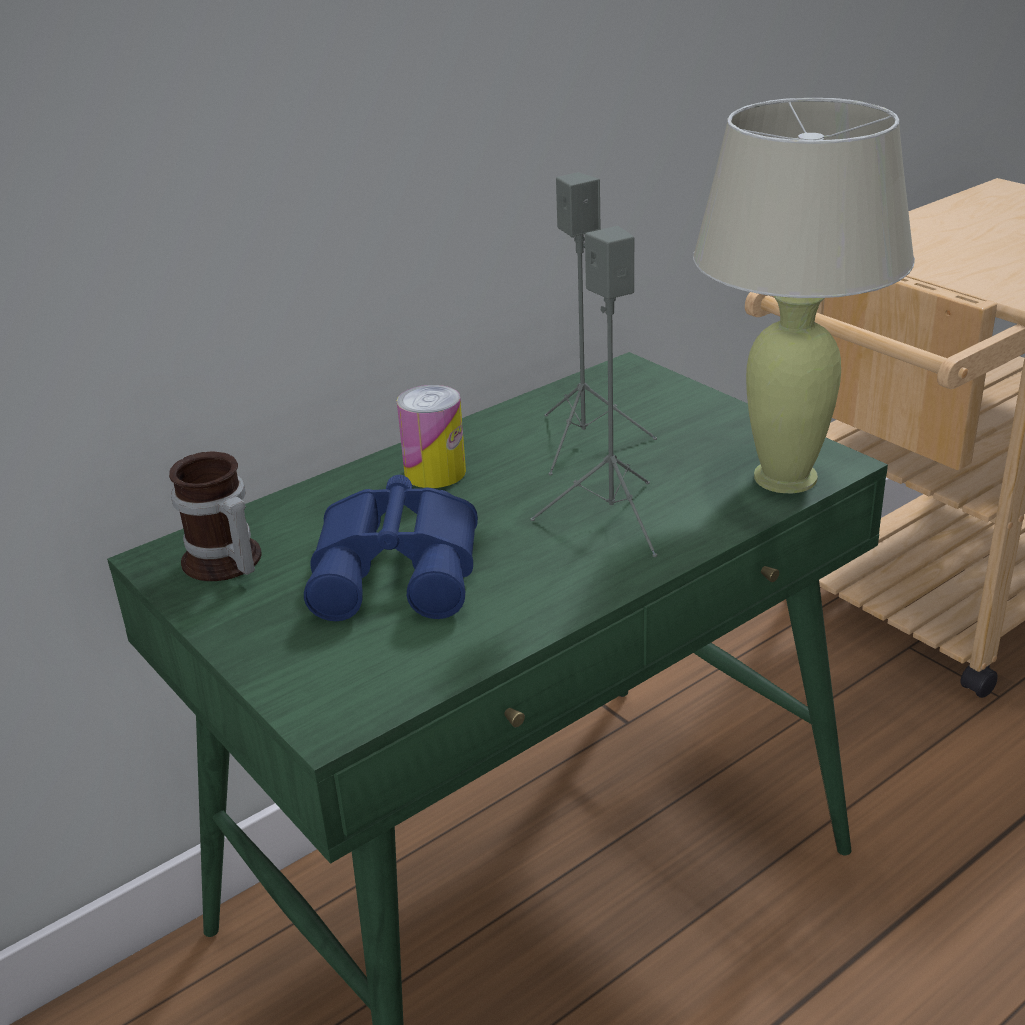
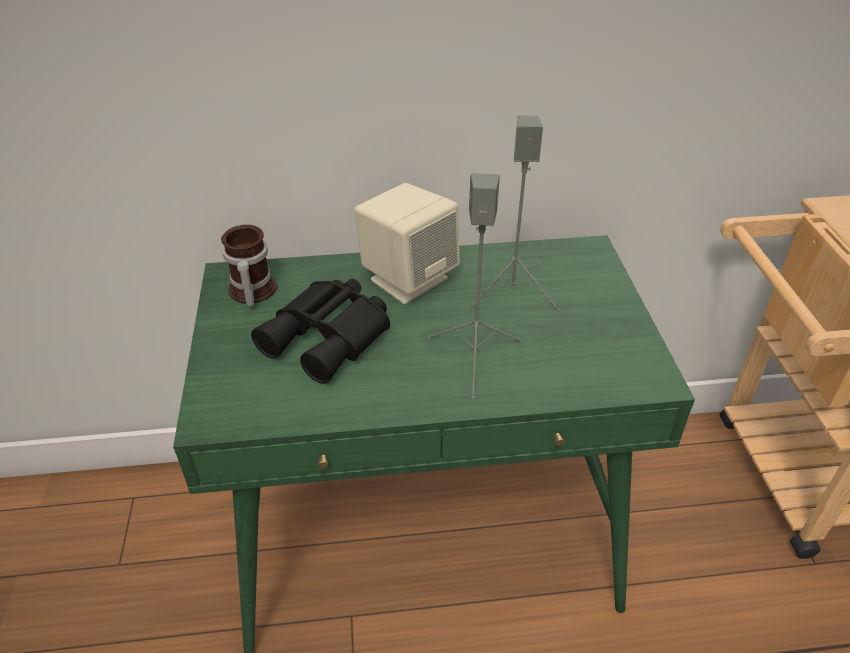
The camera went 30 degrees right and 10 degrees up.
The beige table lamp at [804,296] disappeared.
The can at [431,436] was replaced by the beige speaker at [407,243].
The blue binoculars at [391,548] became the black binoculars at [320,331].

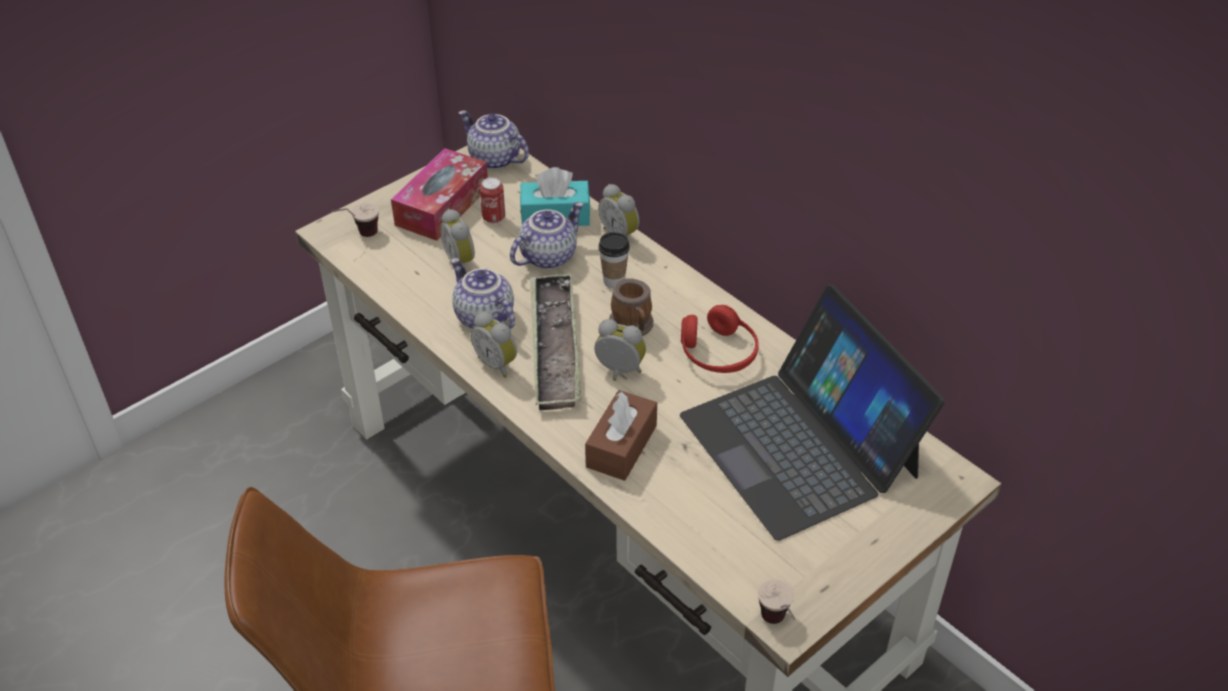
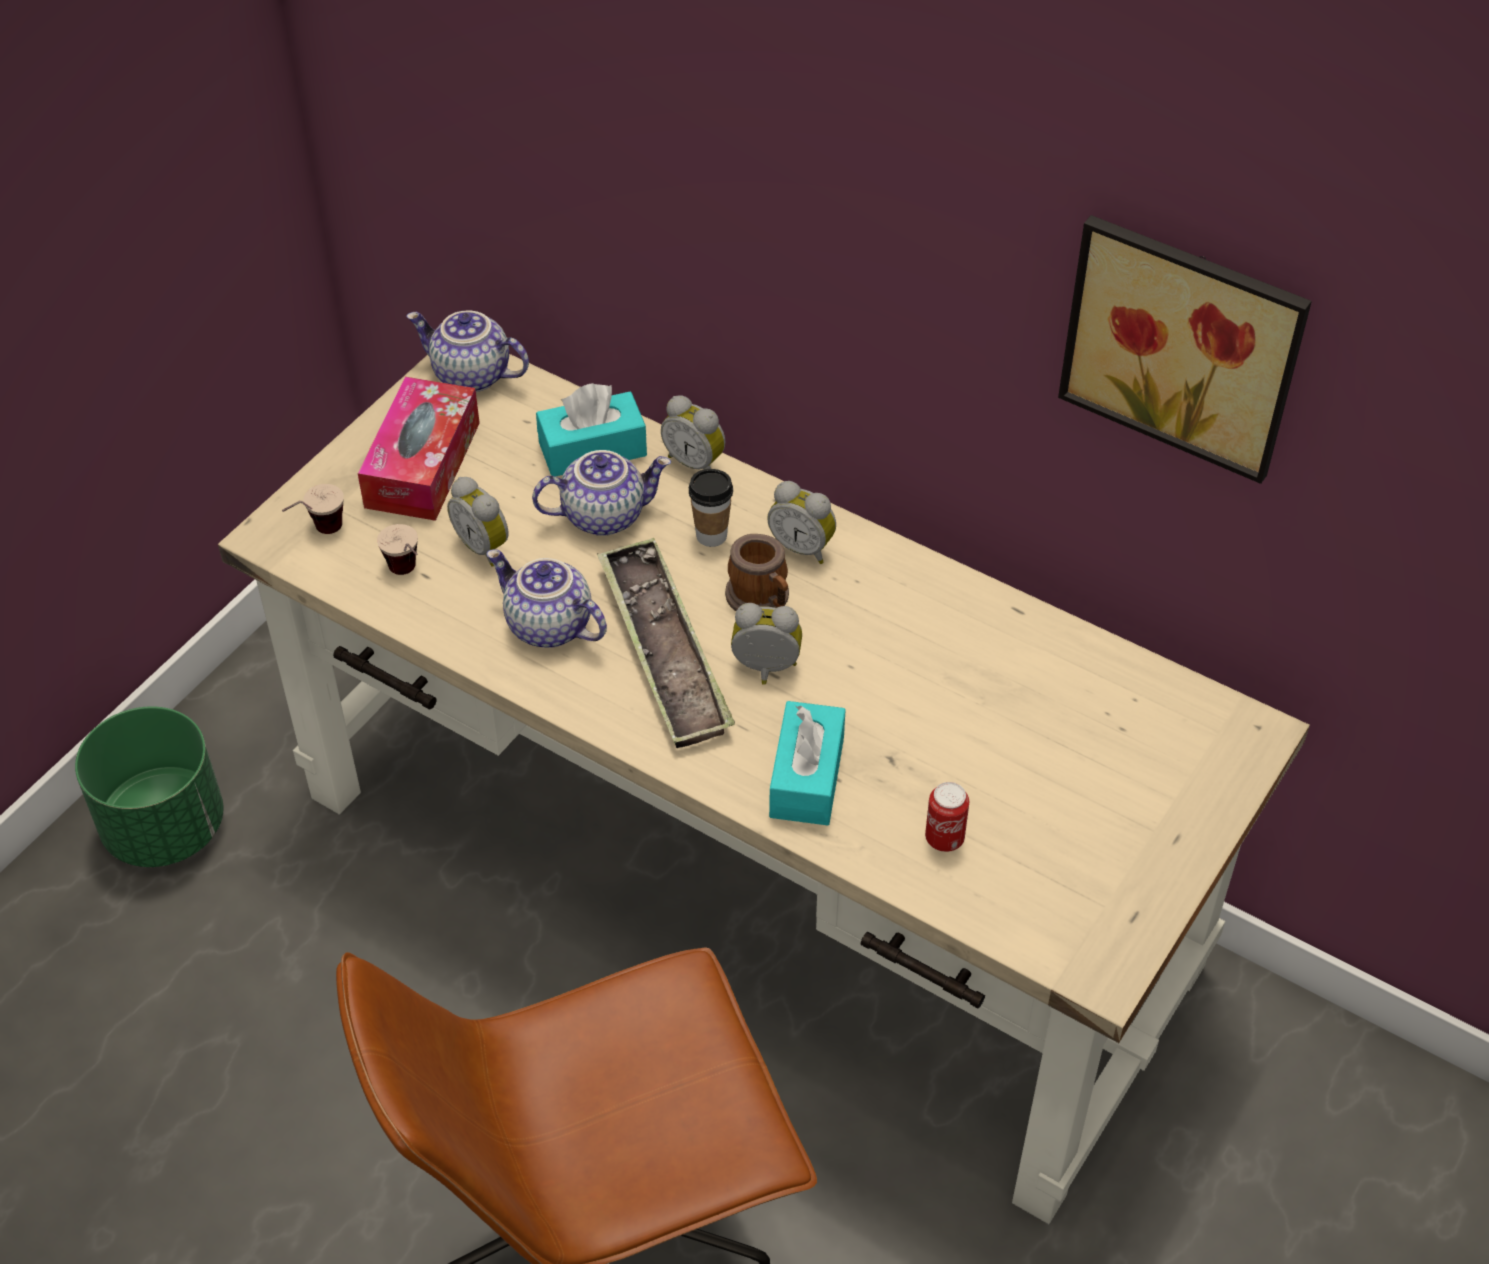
The camera went 15 degrees left and 5 degrees up.
The laptop at [812,413] disappeared.
The red headphones at [720,339] disappeared.
The green planter at [149,786] appeared.
The picture at [1185,349] appeared.
The alarm clock moved from [494,344] to [801,522].
The can moved from [492,200] to [947,817].
The cup moved from [776,602] to [397,549].
The brown tissue box at [621,435] became the turquoise tissue box at [807,763].
The teapot at [547,235] turned 45 degrees clockwise.

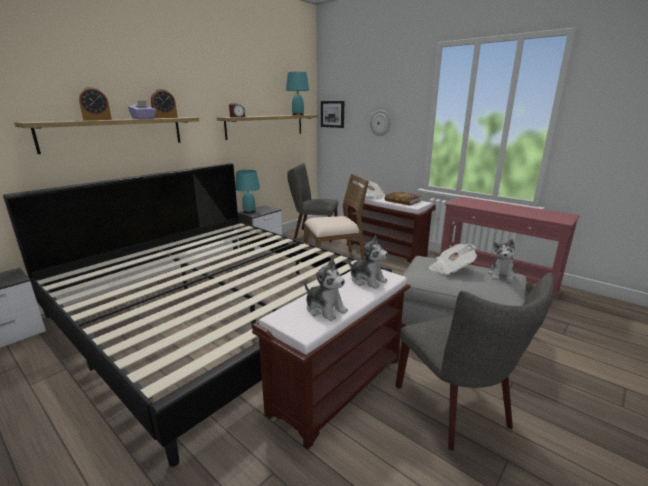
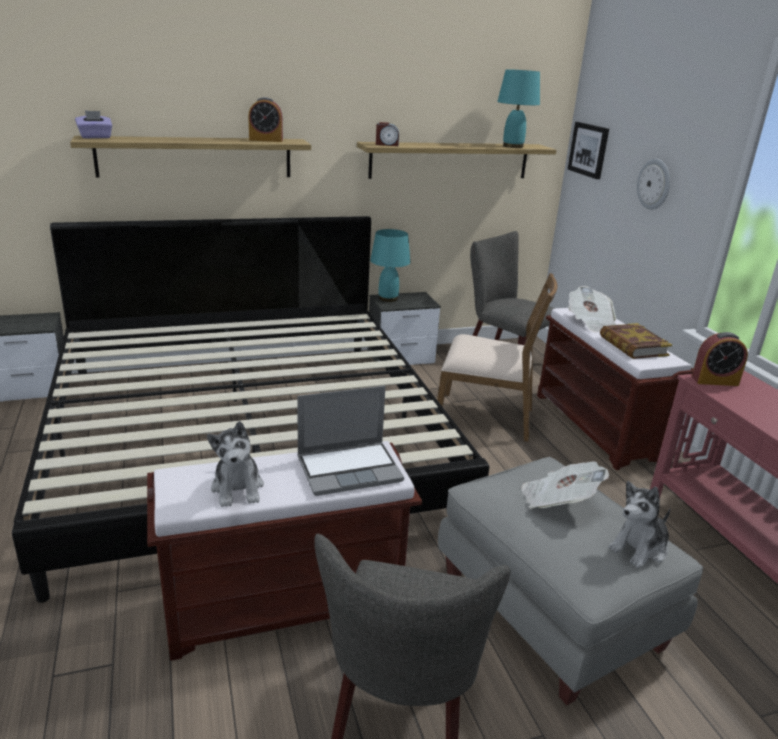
The camera went 30 degrees right and 5 degrees up.
The alarm clock moved from [95,103] to [720,359].
The purple tissue box moved from [142,109] to [93,124].
The plush toy at [367,262] was replaced by the laptop at [350,441].

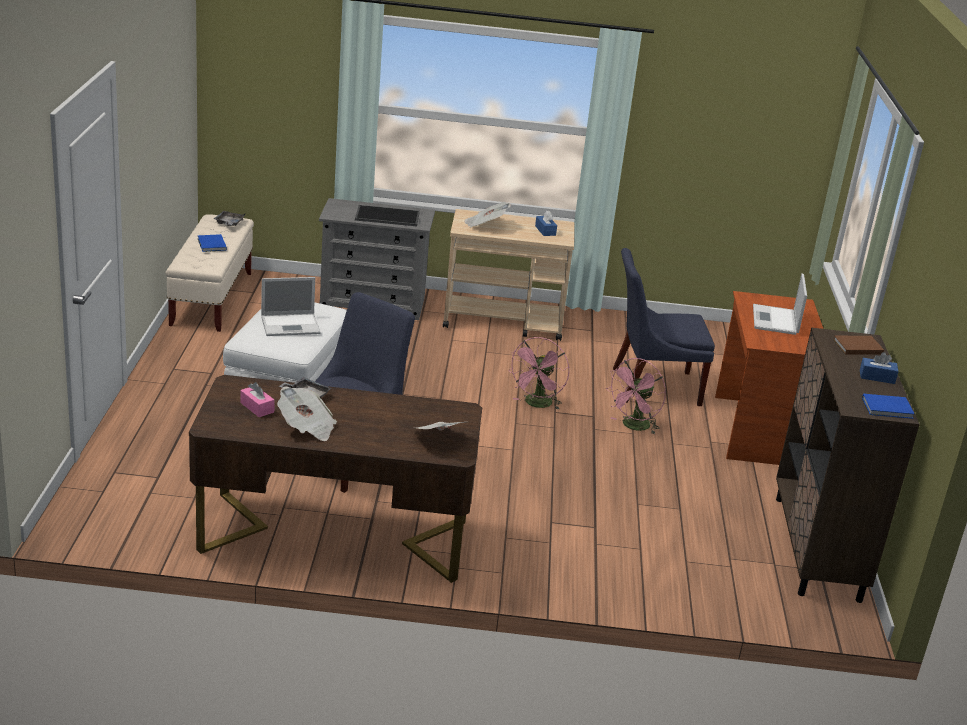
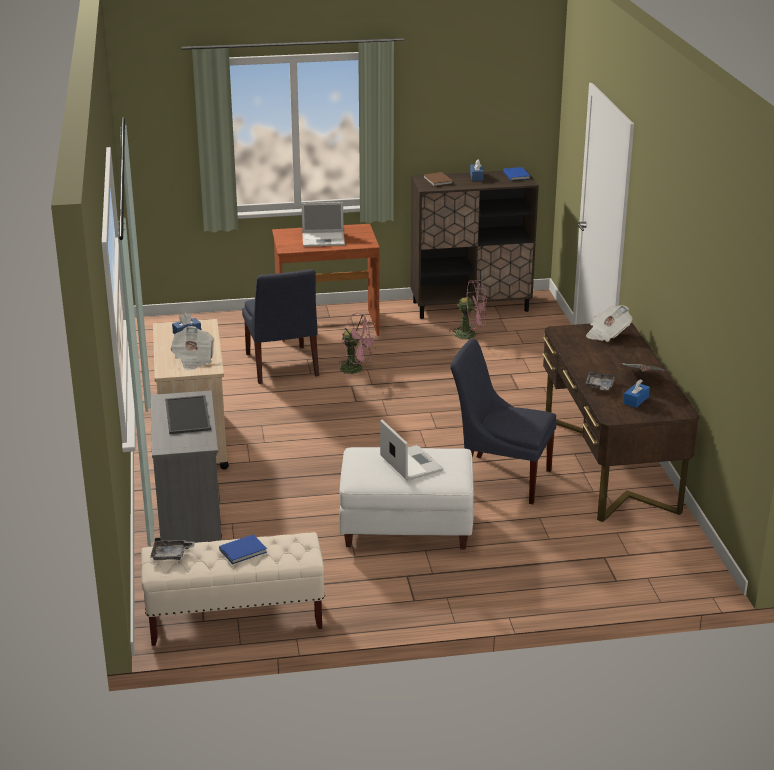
The camera went 100 degrees left and 0 degrees up.
The pink fan moved from [538,373] to [468,310].
The pink tissue box at [257,399] became the blue tissue box at [636,393].

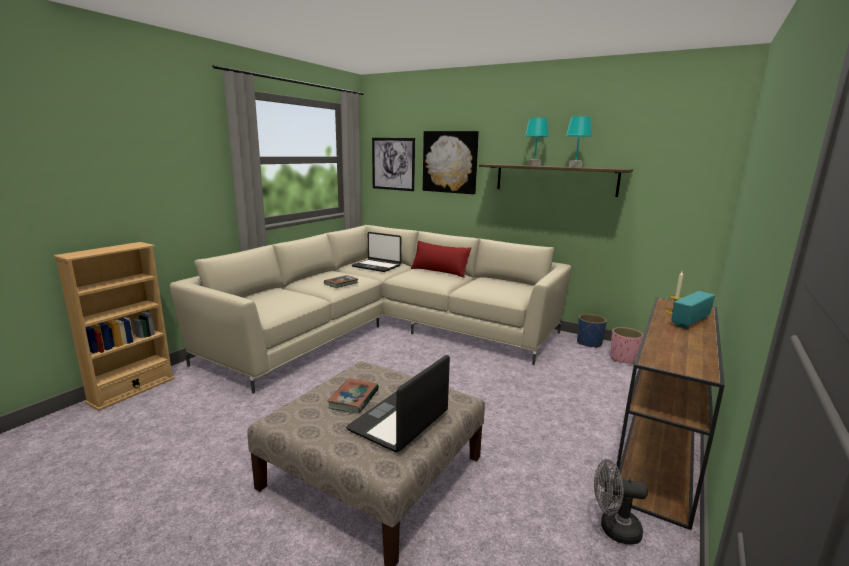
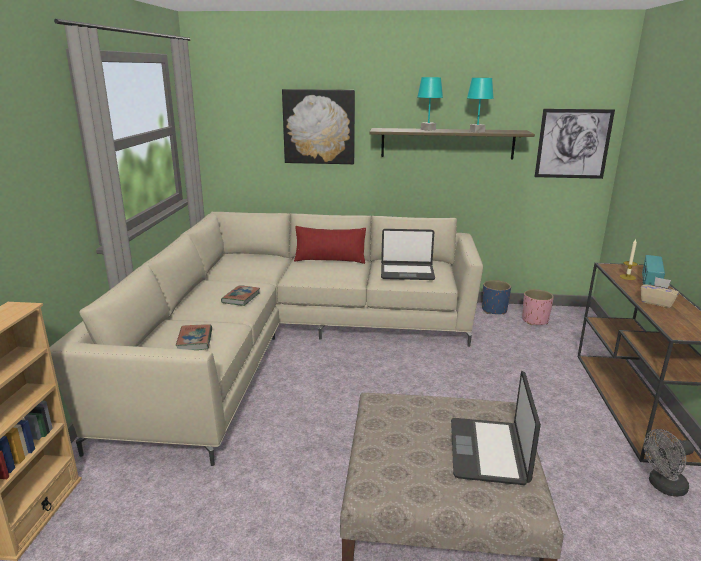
The camera went 25 degrees left and 5 degrees up.
The beige tissue box at [660,292] appeared.
The book moved from [353,396] to [194,337].
The laptop moved from [376,252] to [408,254].
The picture moved from [393,164] to [575,144].

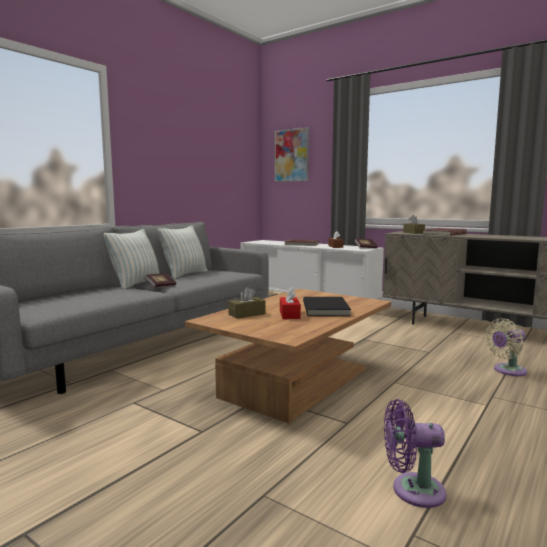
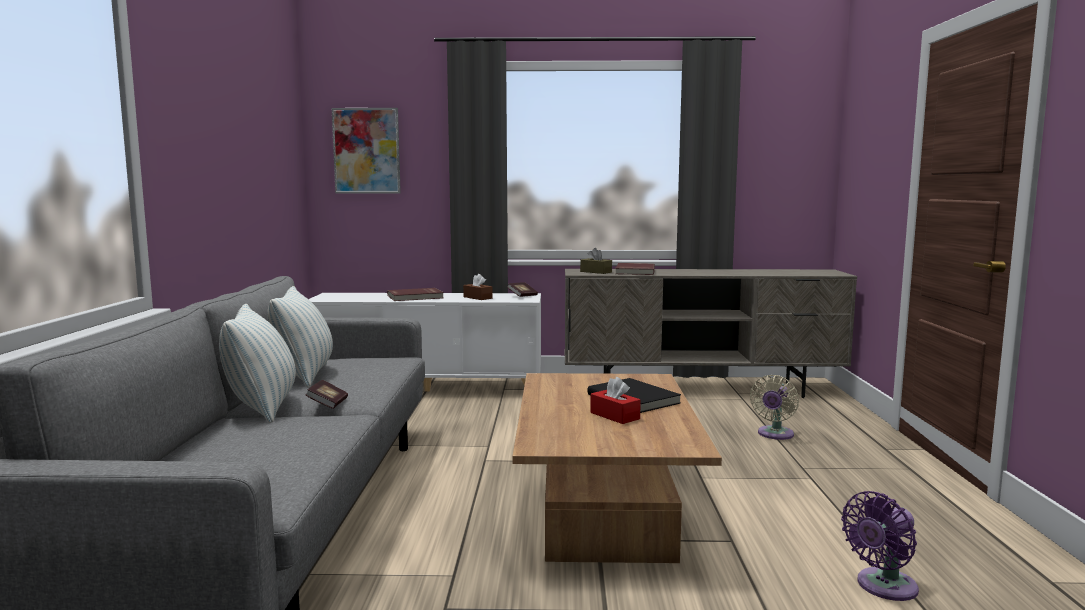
The camera went 35 degrees left and 0 degrees up.
The brown tissue box at [246,303] disappeared.

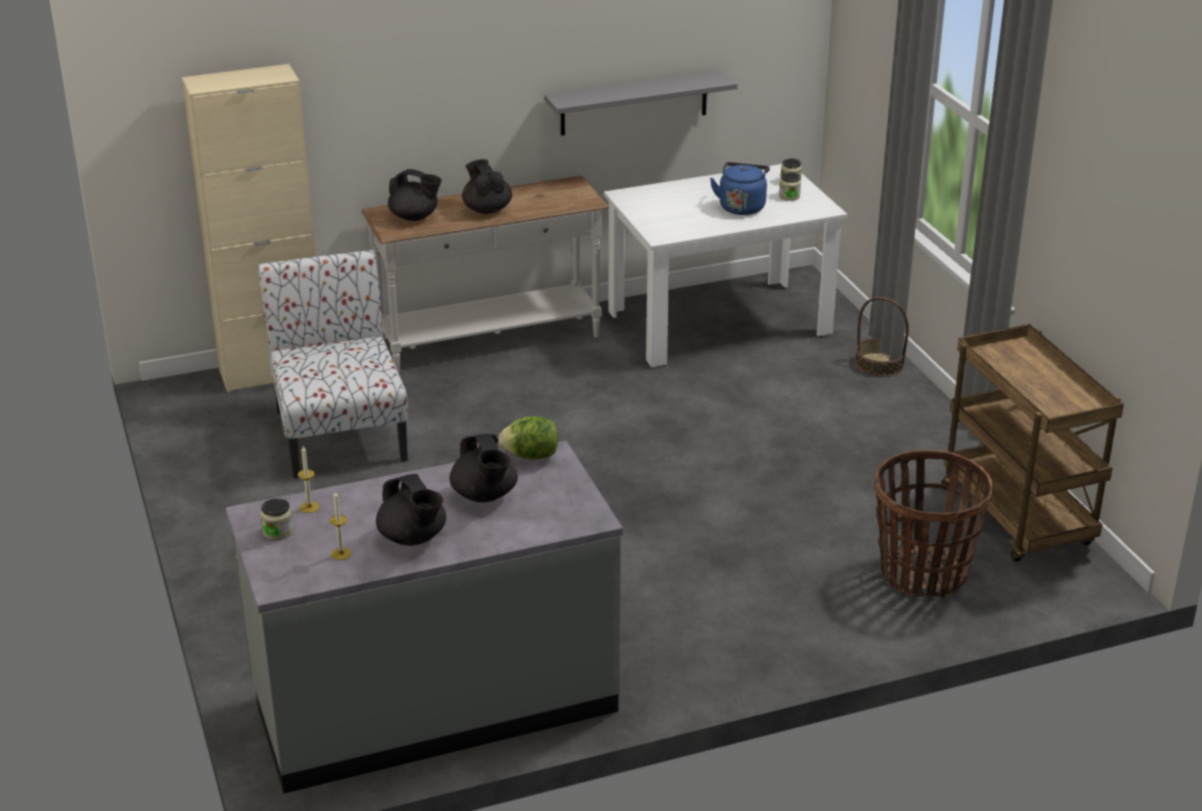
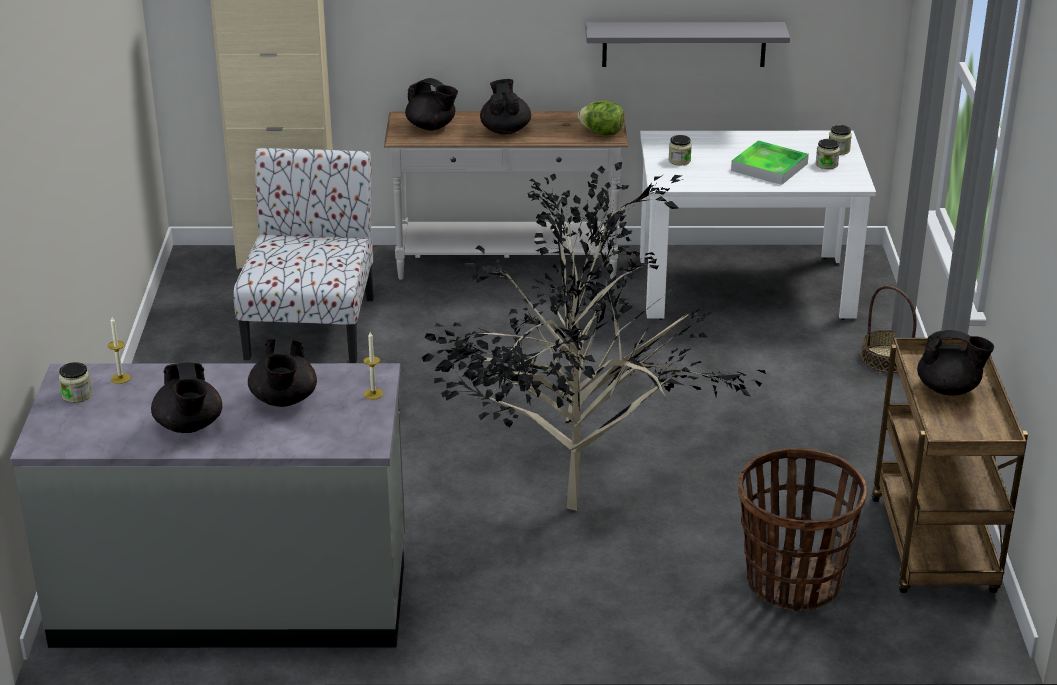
The camera went 20 degrees right and 0 degrees up.
The potted plant at [594,336] appeared.
The jar at [680,150] appeared.
The black teapot at [955,363] appeared.
The candle moved from [340,525] to [373,365].
The lettuce moved from [528,438] to [601,118].
The blue kettle at [740,188] was replaced by the tray at [770,162].

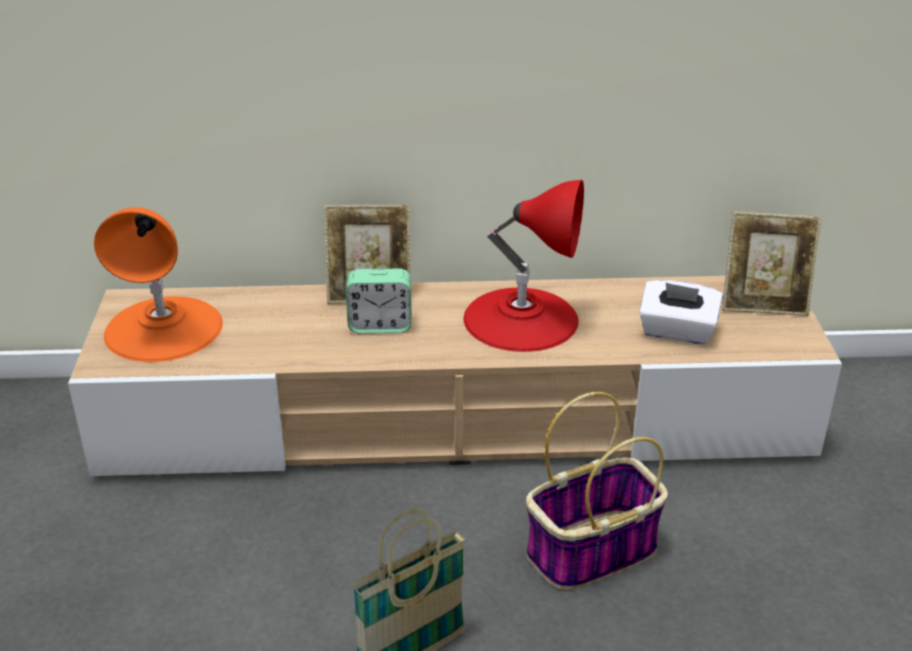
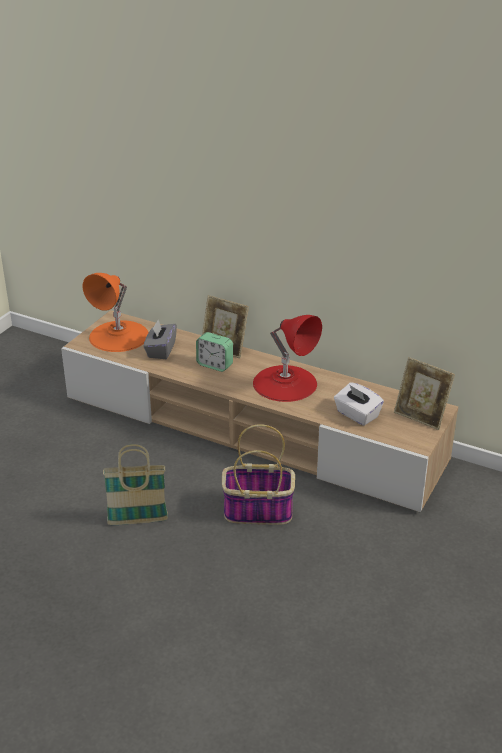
The camera went 30 degrees right and 0 degrees up.
The grey tissue box at [160,339] appeared.

